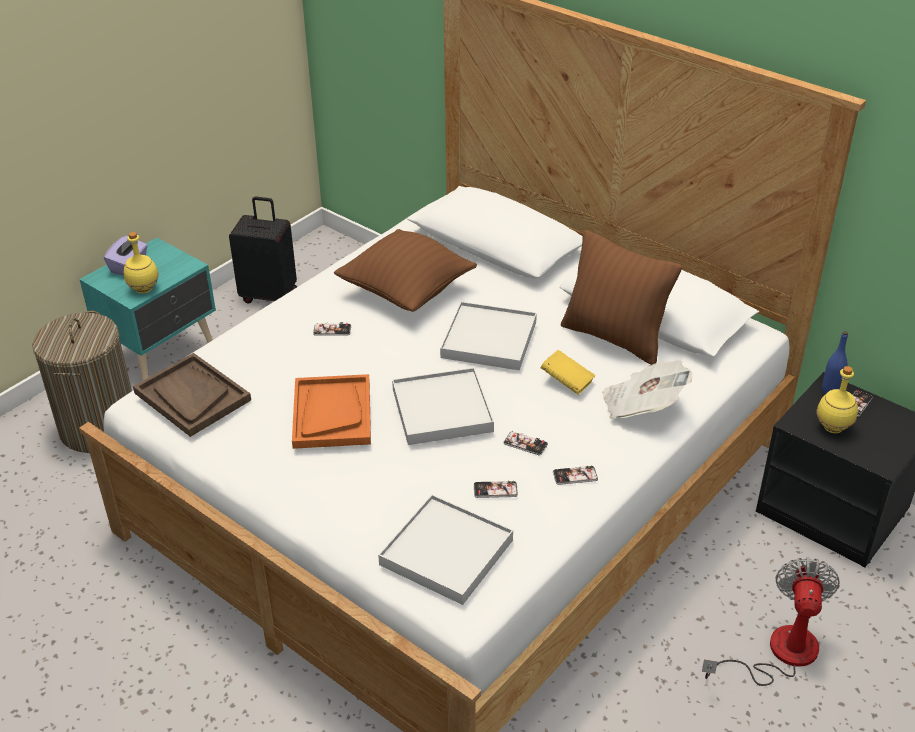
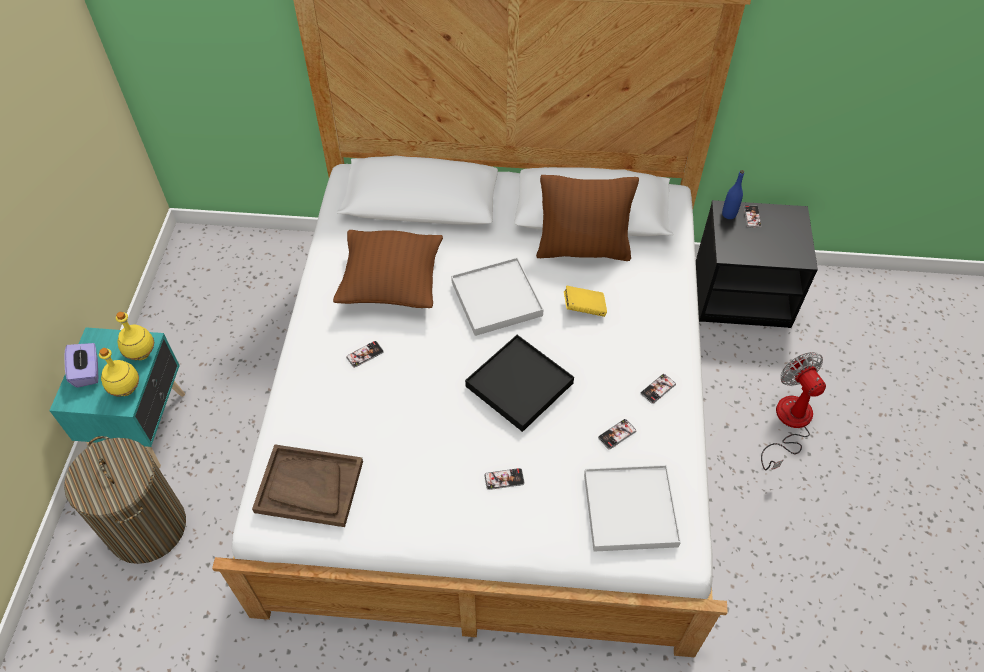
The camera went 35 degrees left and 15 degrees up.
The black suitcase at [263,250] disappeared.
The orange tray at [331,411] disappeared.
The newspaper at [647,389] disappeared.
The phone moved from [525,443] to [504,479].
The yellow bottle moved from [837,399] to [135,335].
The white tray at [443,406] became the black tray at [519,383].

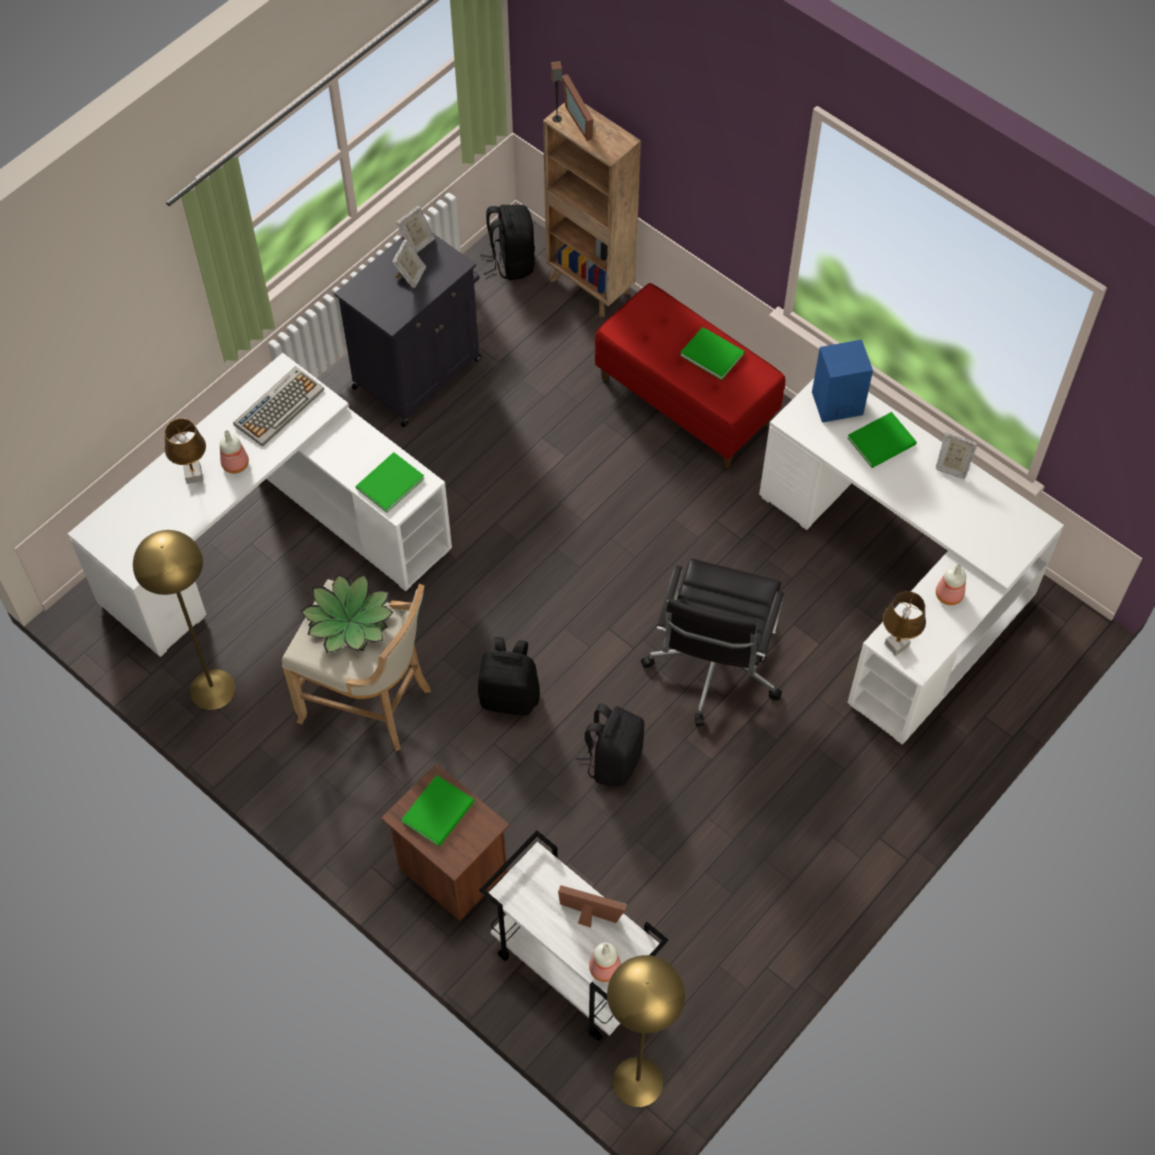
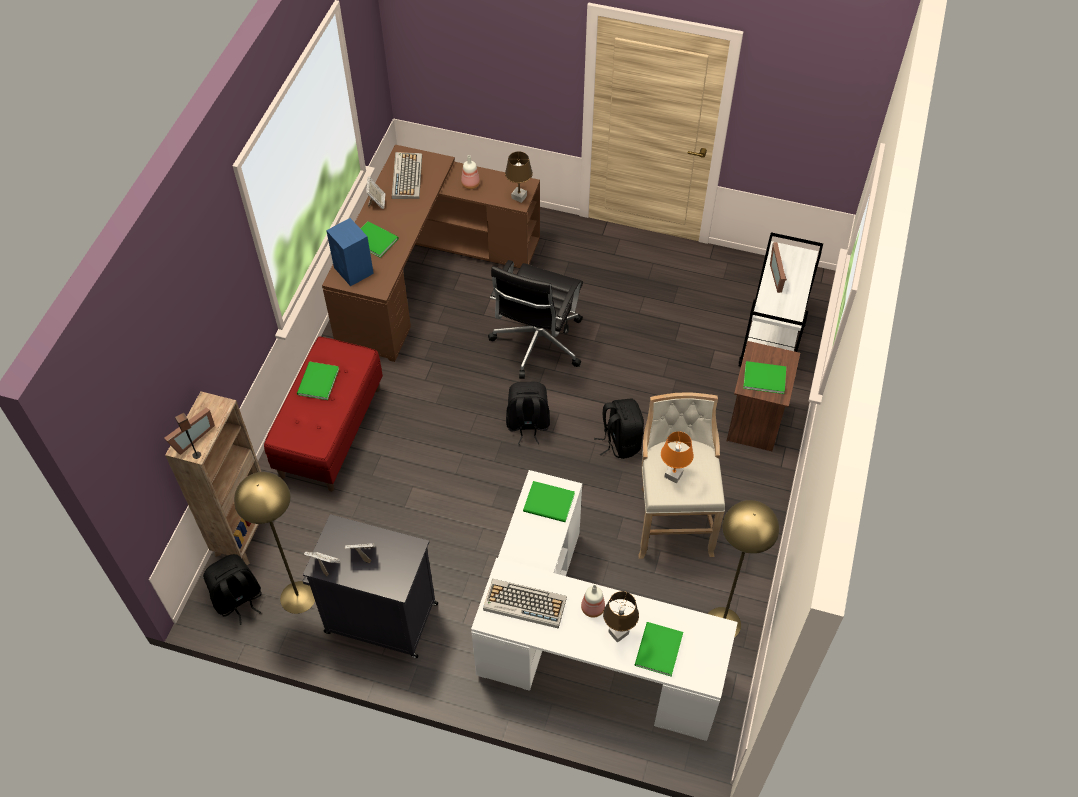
The camera went 115 degrees left and 5 degrees down.
The bottle at [605,962] disappeared.
The keyboard at [407,175] appeared.
The green book at [659,649] appeared.
The black backpack moved from [610,745] to [528,413].
The yellow floor lamp moved from [646,1031] to [274,543].
The potted plant at [347,613] was replaced by the orange table lamp at [677,457].
The white desk at [911,561] became the brown desk at [431,253].
The black office chair at [712,642] turned 120 degrees clockwise.

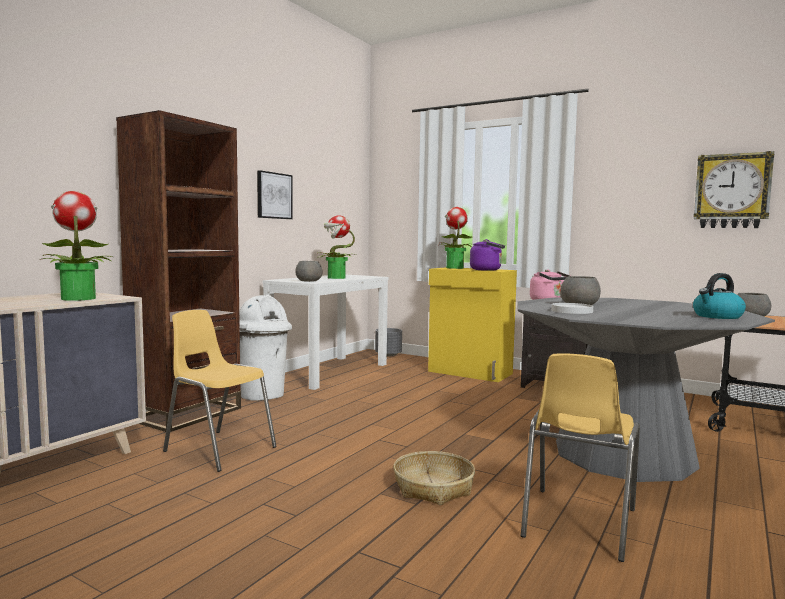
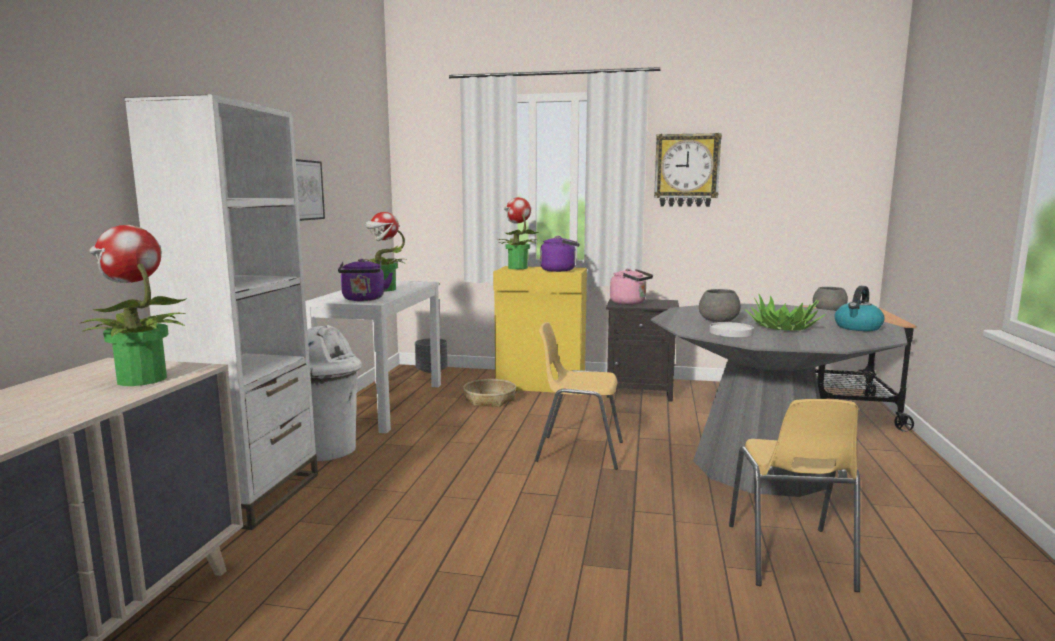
The camera went 20 degrees left and 5 degrees up.
The potted plant at [785,312] appeared.
The yellow chair moved from [220,391] to [579,396].
The basket moved from [434,478] to [489,393].
The wall clock moved from [734,189] to [688,170].
The grey bowl at [309,271] was replaced by the purple kettle at [365,280].
The brown bookcase at [178,271] became the white bookcase at [221,312].

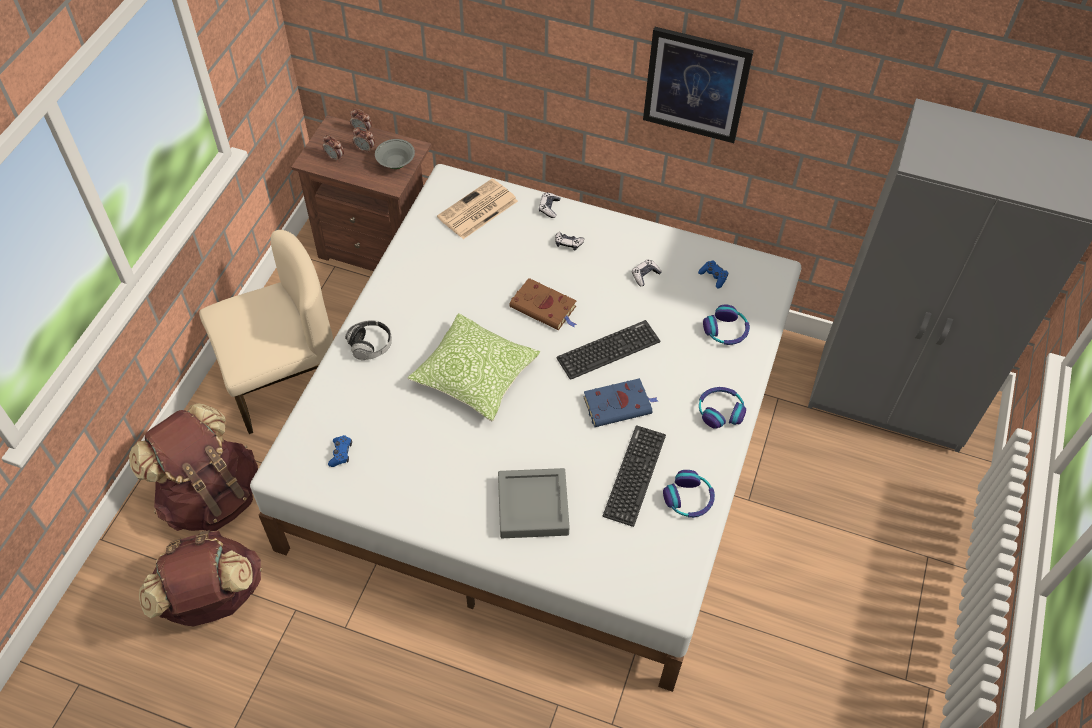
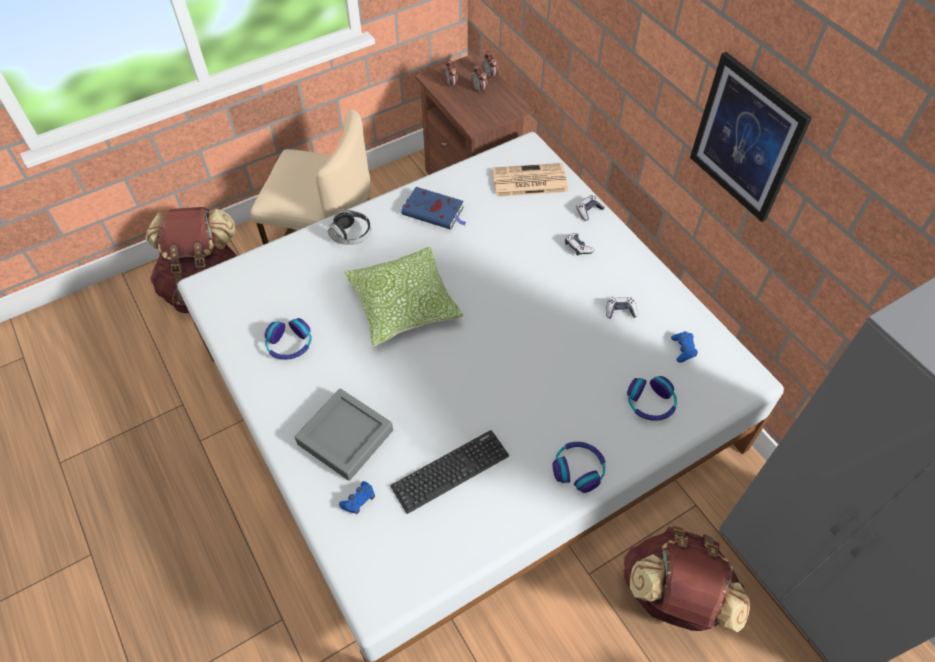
The camera went 40 degrees right and 0 degrees up.
The grey bowl at [395,154] disappeared.
The brown book at [543,304] disappeared.
The keyboard at [608,350] disappeared.
The brown backpack moved from [201,578] to [686,579].
The blue game controller moved from [340,451] to [357,498].
The blue book moved from [620,402] to [434,208].
The headphones moved from [689,494] to [288,339].

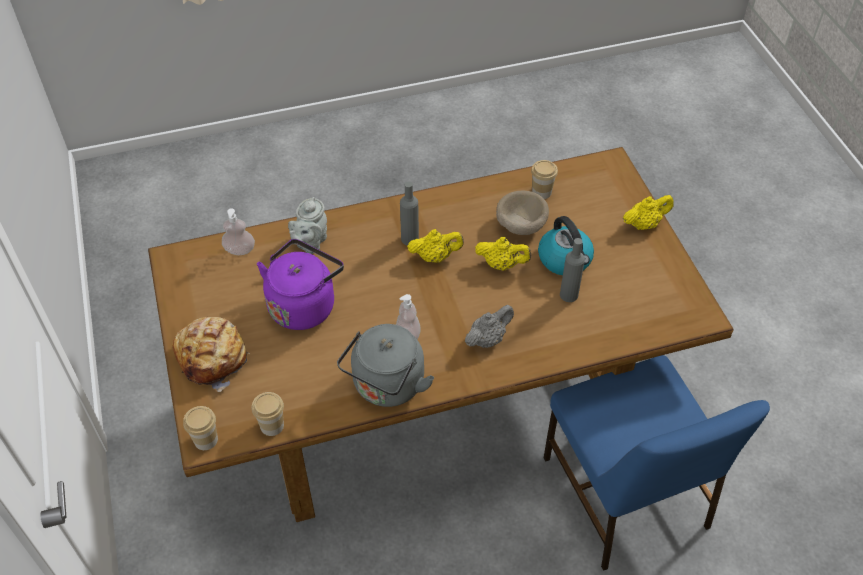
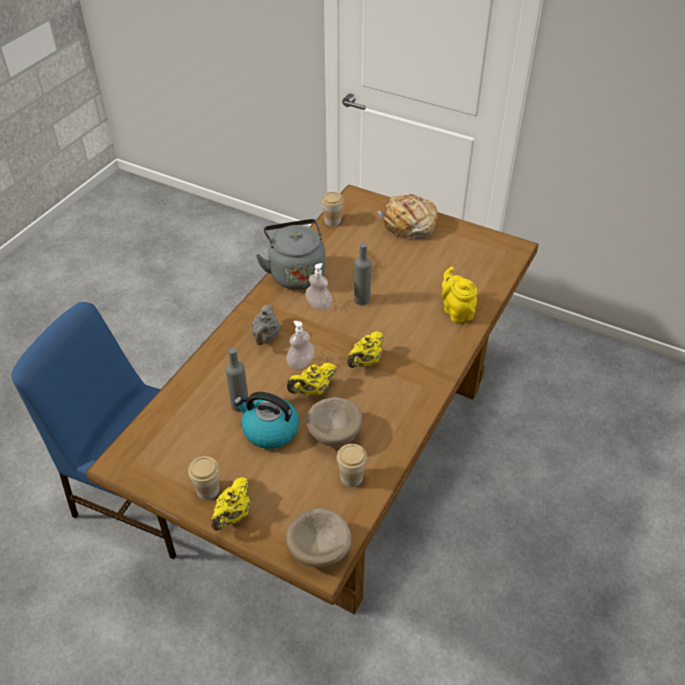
The camera went 135 degrees right and 5 degrees down.
The purple kettle at [300,284] disappeared.
The beige bowl at [318,537] appeared.
The cup moved from [200,428] to [204,478].
The soap dispenser moved from [238,231] to [300,345].
The grey bottle moved from [409,213] to [362,274].
The grey teapot at [307,225] became the yellow teapot at [459,294].

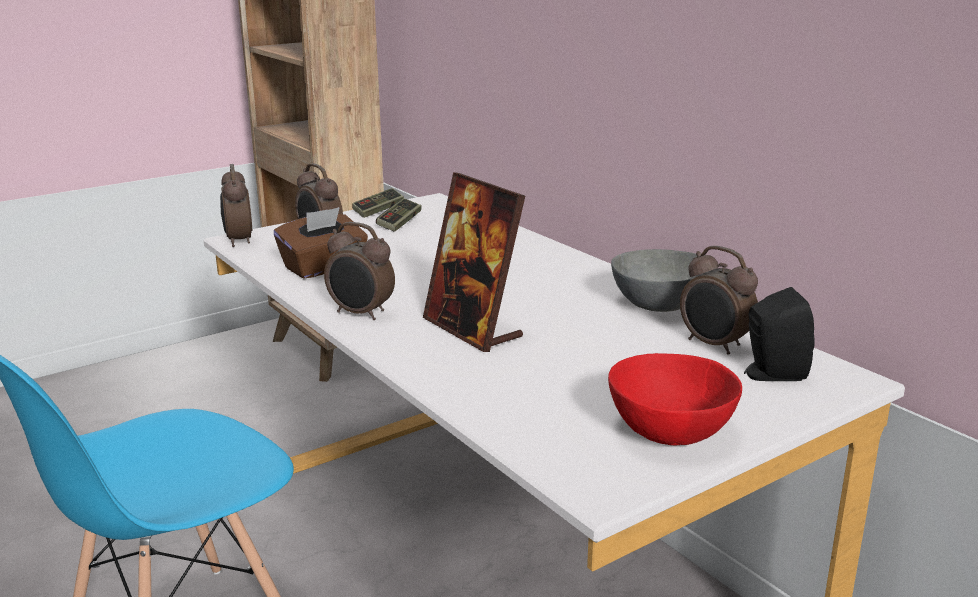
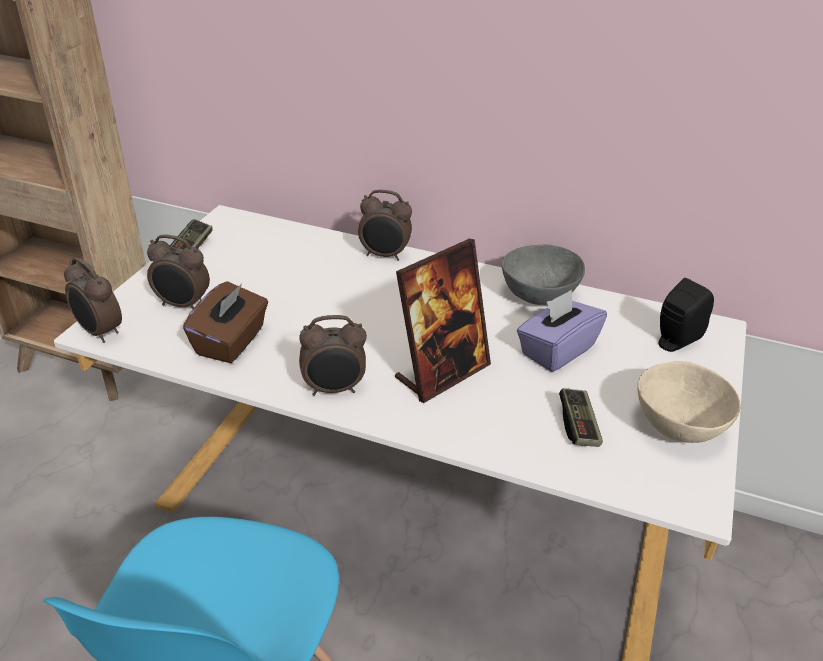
The camera went 35 degrees left and 15 degrees up.
The purple tissue box at [562,330] appeared.
The game controller moved from [399,215] to [581,417].
The alarm clock moved from [719,300] to [385,225].
The red bowl at [675,399] became the beige bowl at [689,402].
The picture frame at [474,262] turned 60 degrees counterclockwise.

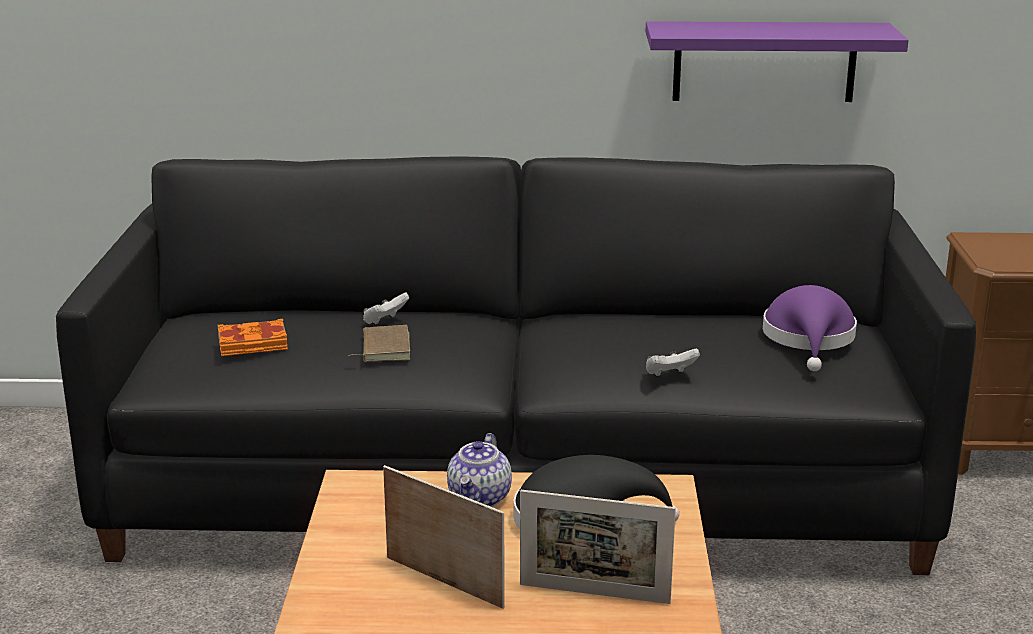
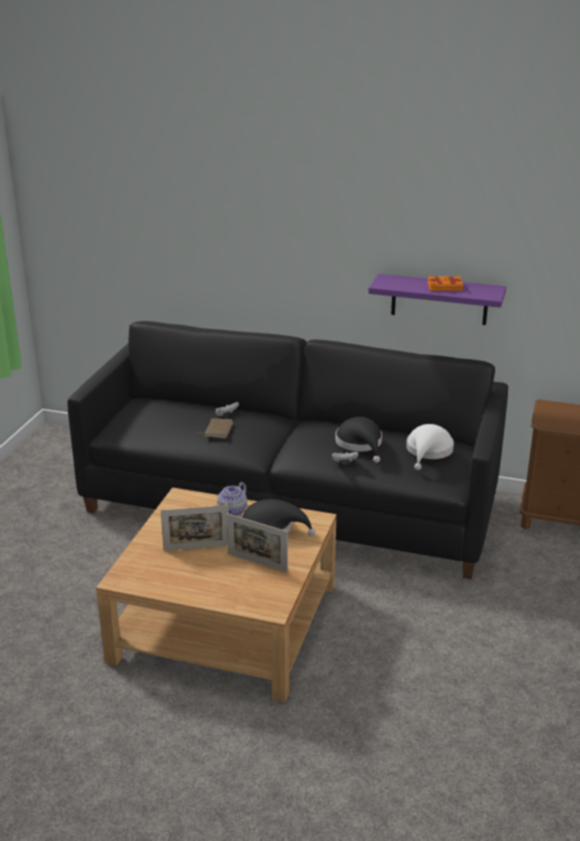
The camera went 15 degrees right and 5 degrees up.
The black hat at [358,440] appeared.
The orange book moved from [253,337] to [446,283].
The purple hat at [810,328] became the white hat at [430,447].
The picture frame at [444,537] turned 120 degrees clockwise.

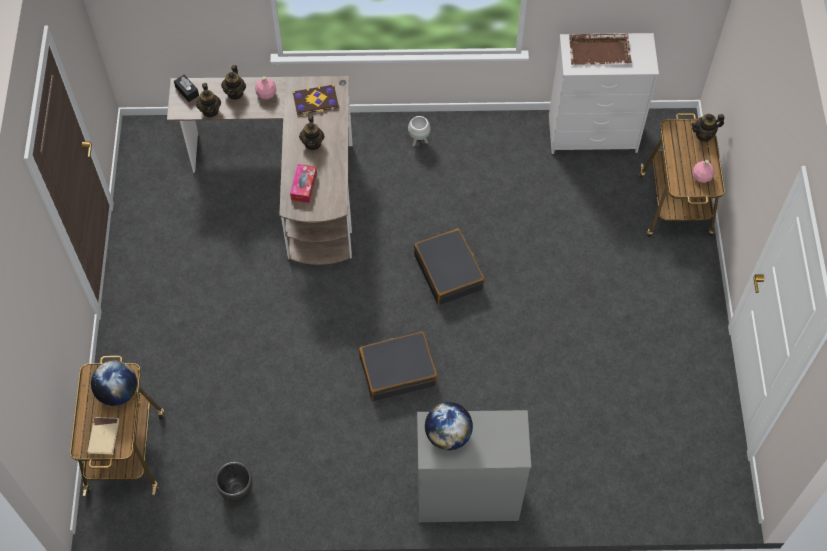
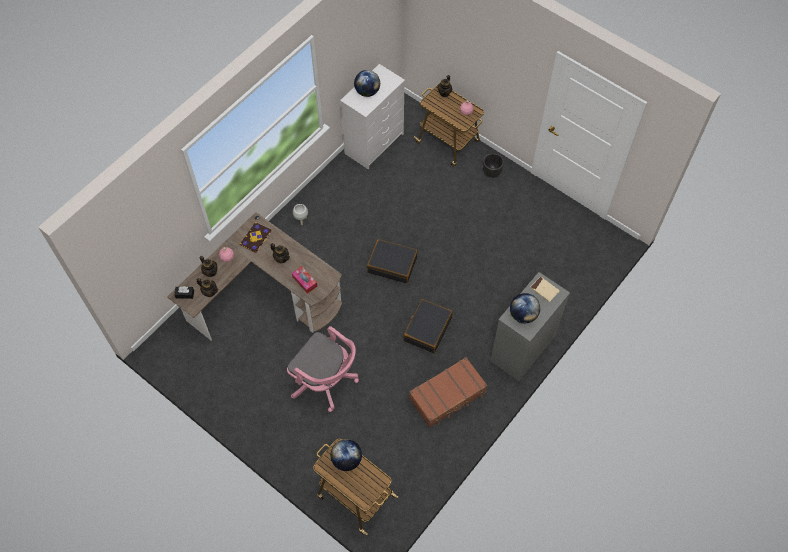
The camera went 50 degrees left and 0 degrees up.
The pink office chair at [323,369] appeared.
The brown suitcase at [448,392] appeared.
The beige book moved from [103,436] to [545,289].
The black planter moved from [234,482] to [493,165].
The brown tray at [600,49] was replaced by the globe at [367,83].

